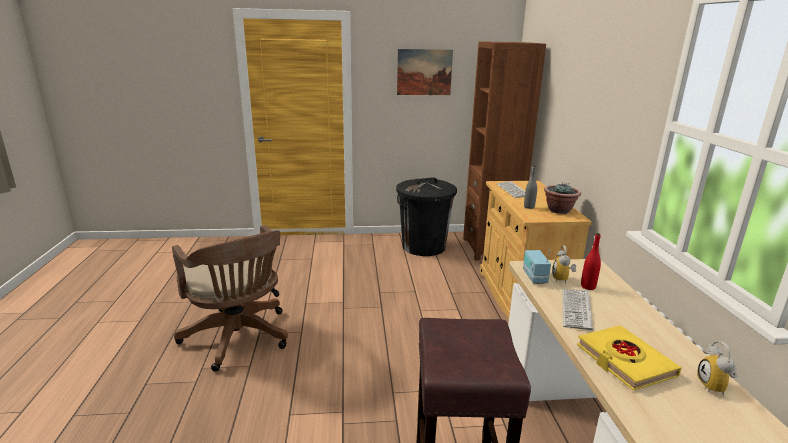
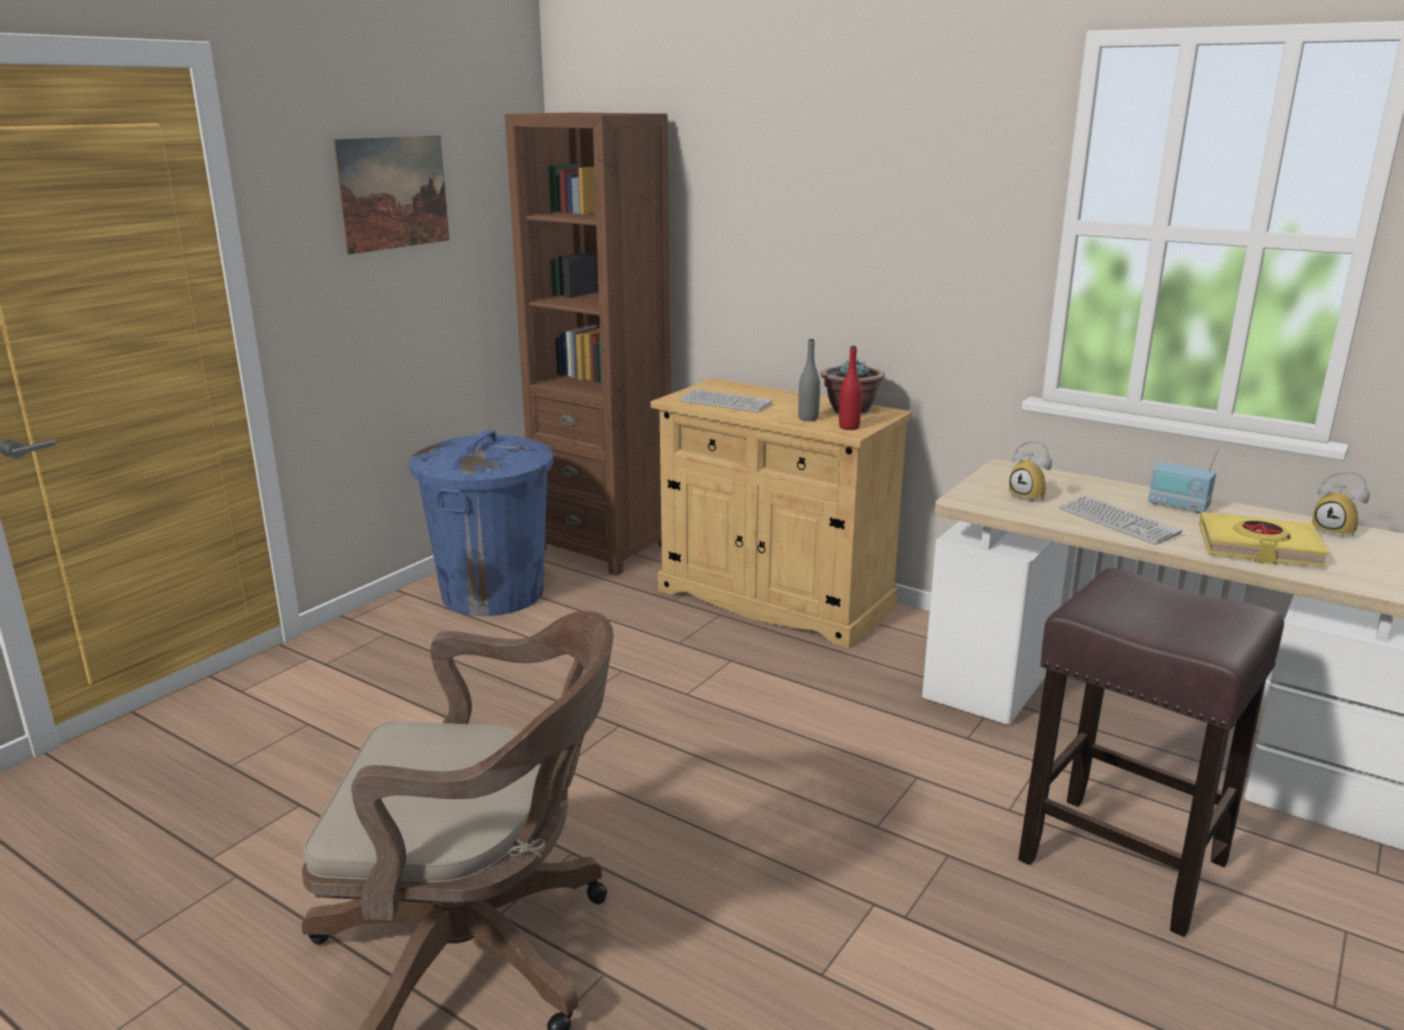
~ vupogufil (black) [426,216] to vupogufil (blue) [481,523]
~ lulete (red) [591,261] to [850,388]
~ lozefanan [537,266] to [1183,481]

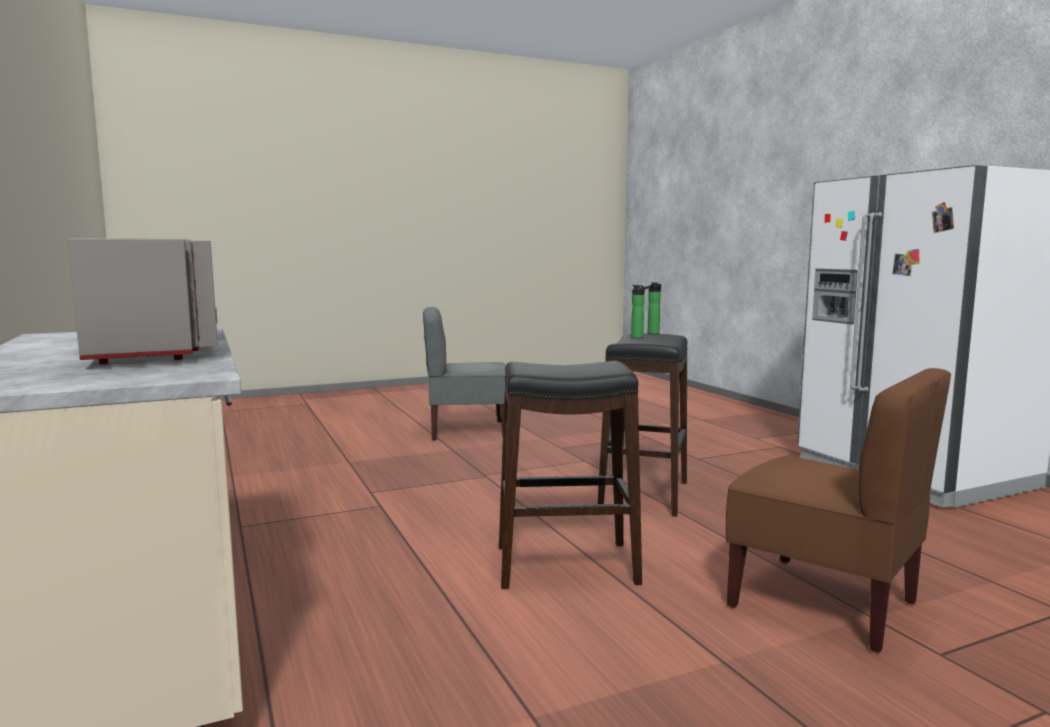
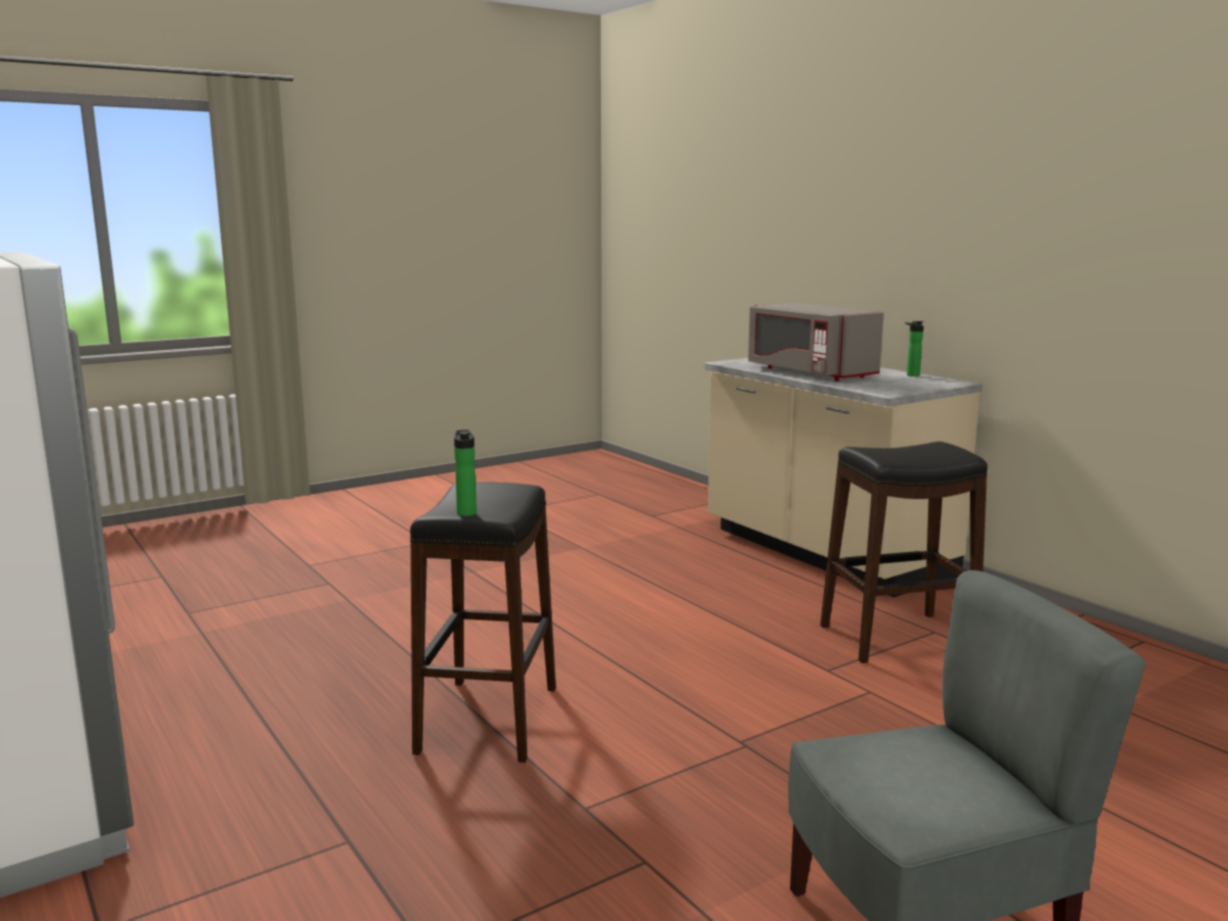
~ lulete [640,311] to [914,349]
~ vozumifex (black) [570,475] to [904,552]
- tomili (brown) [838,510]

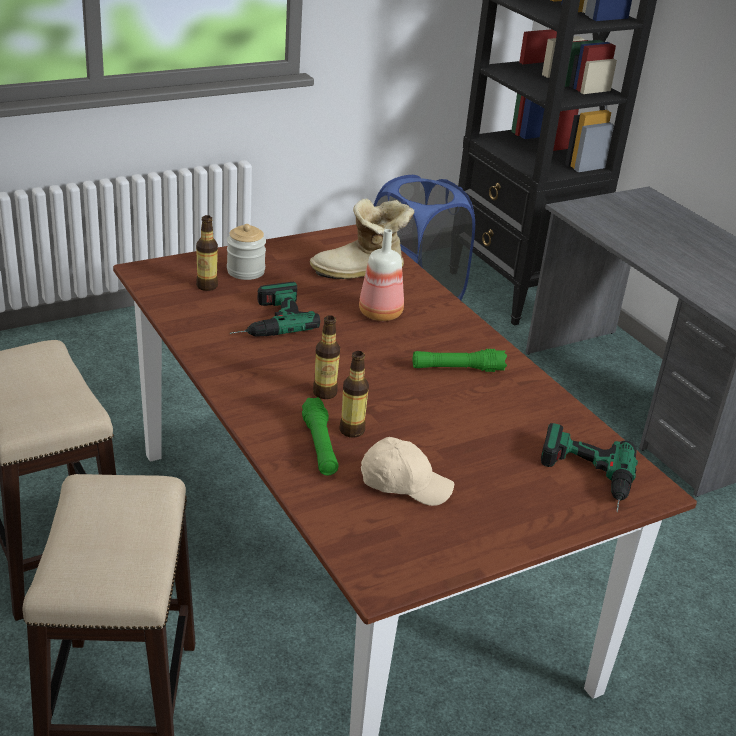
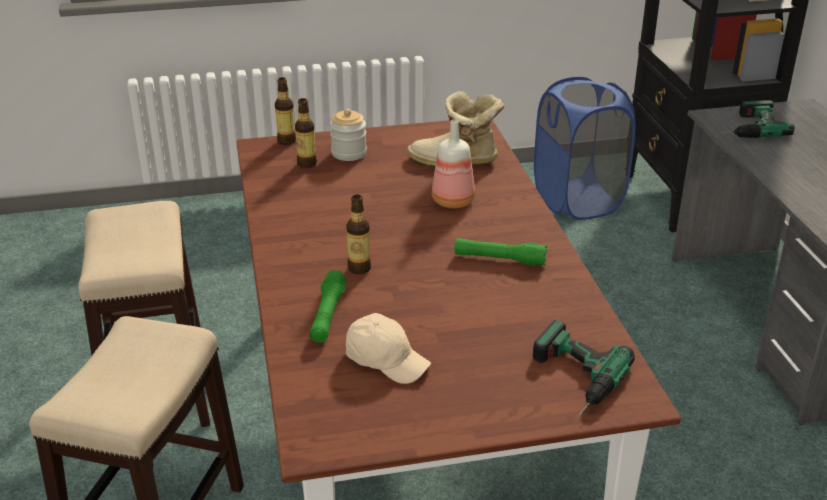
~ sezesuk [275,309] to [757,119]
~ lulete [354,394] to [285,111]

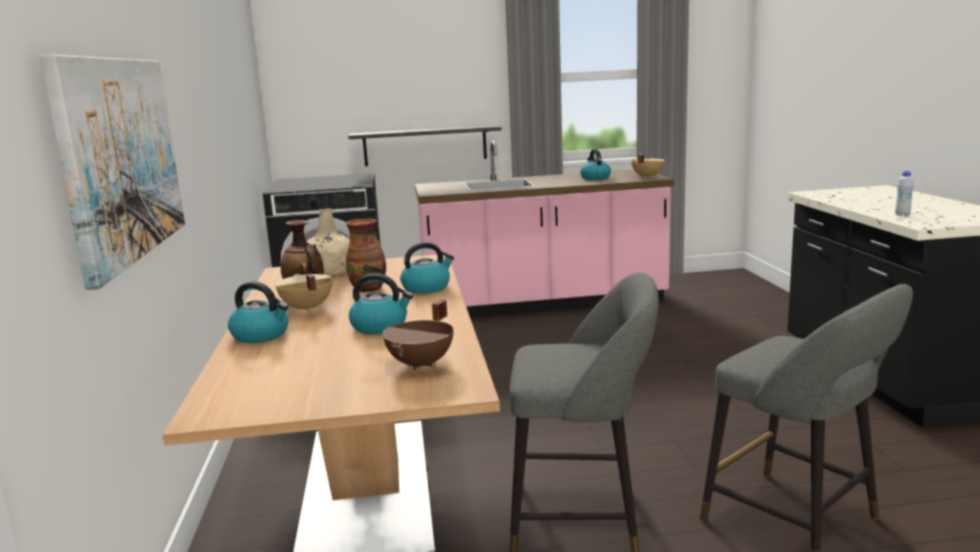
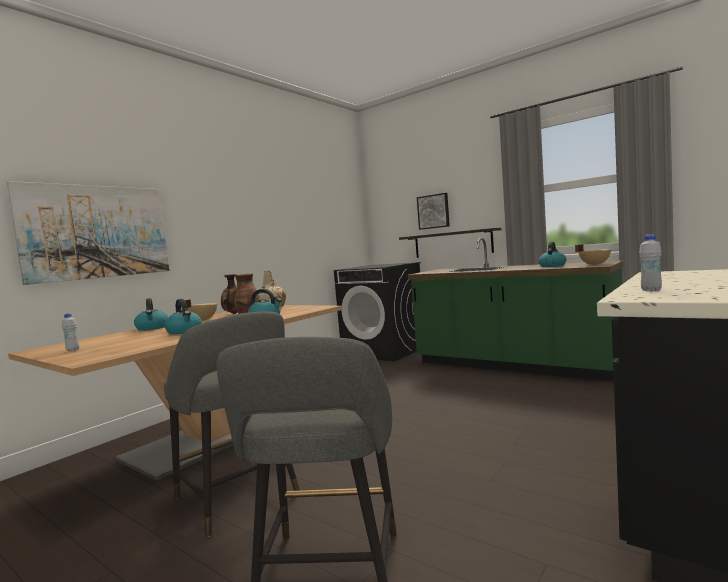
~ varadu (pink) [544,228] to varadu (green) [515,309]
- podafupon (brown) [418,335]
+ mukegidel [433,211]
+ lulete (white) [70,332]

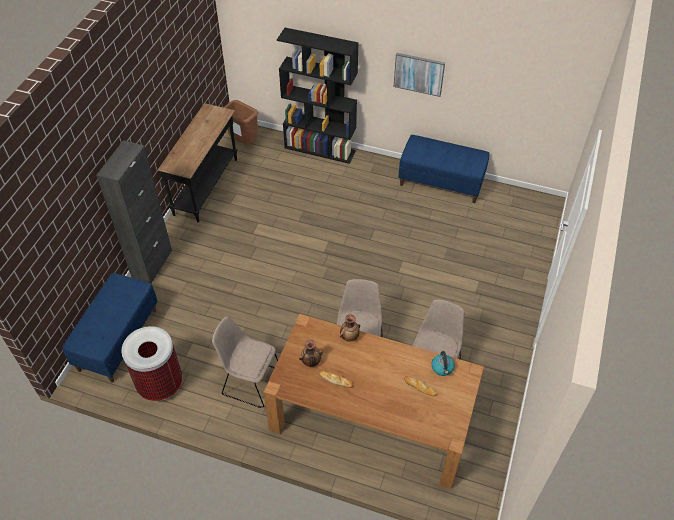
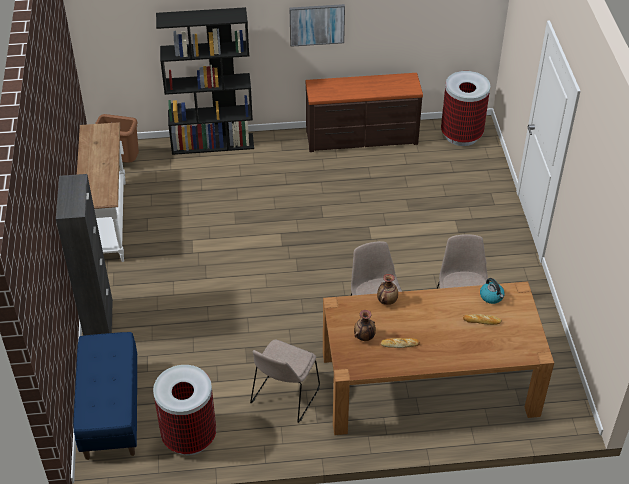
~ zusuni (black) [197,162] to zusuni (white) [101,192]
~ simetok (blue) [444,169] to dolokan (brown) [364,112]
~ tomili (beige) [245,362] = [285,381] 60 degrees counterclockwise
+ vupogufil [465,108]

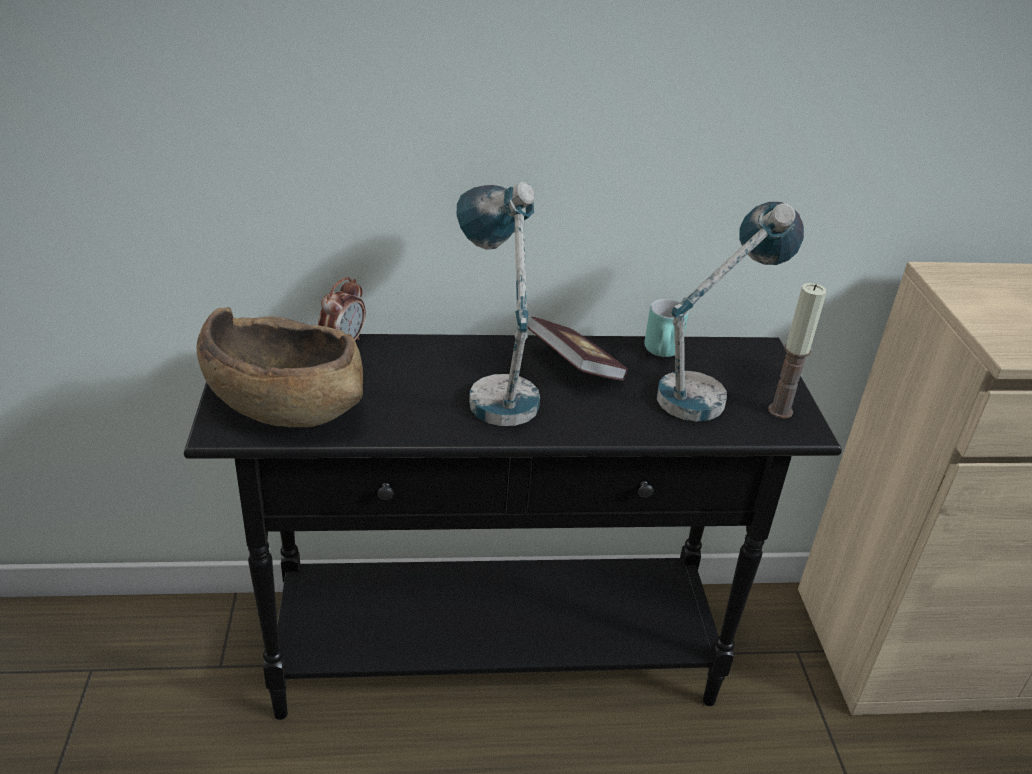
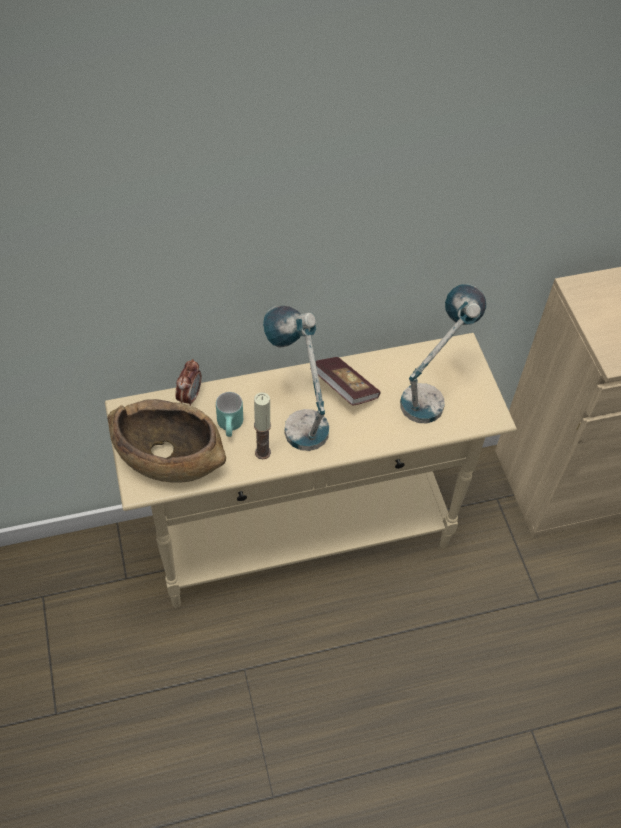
~ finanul [797,351] to [262,425]
~ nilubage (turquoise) [666,328] to [229,414]
~ zusuni (black) [513,527] to zusuni (beige) [311,470]

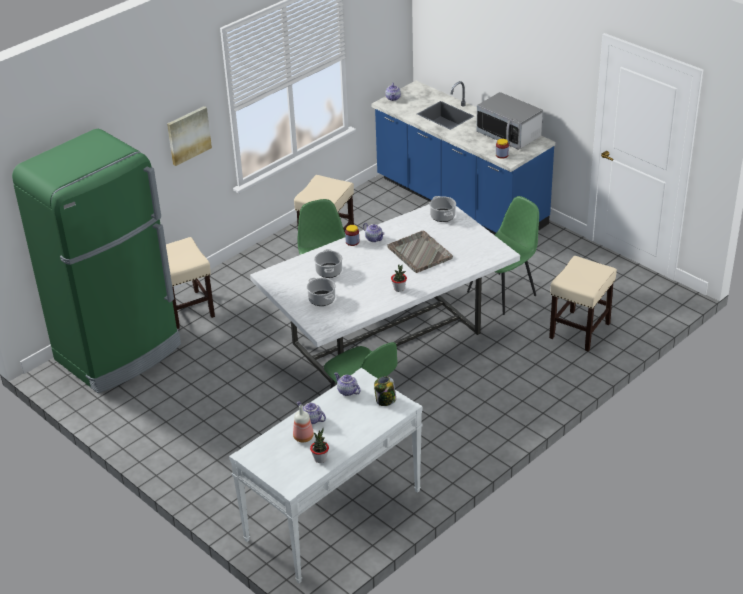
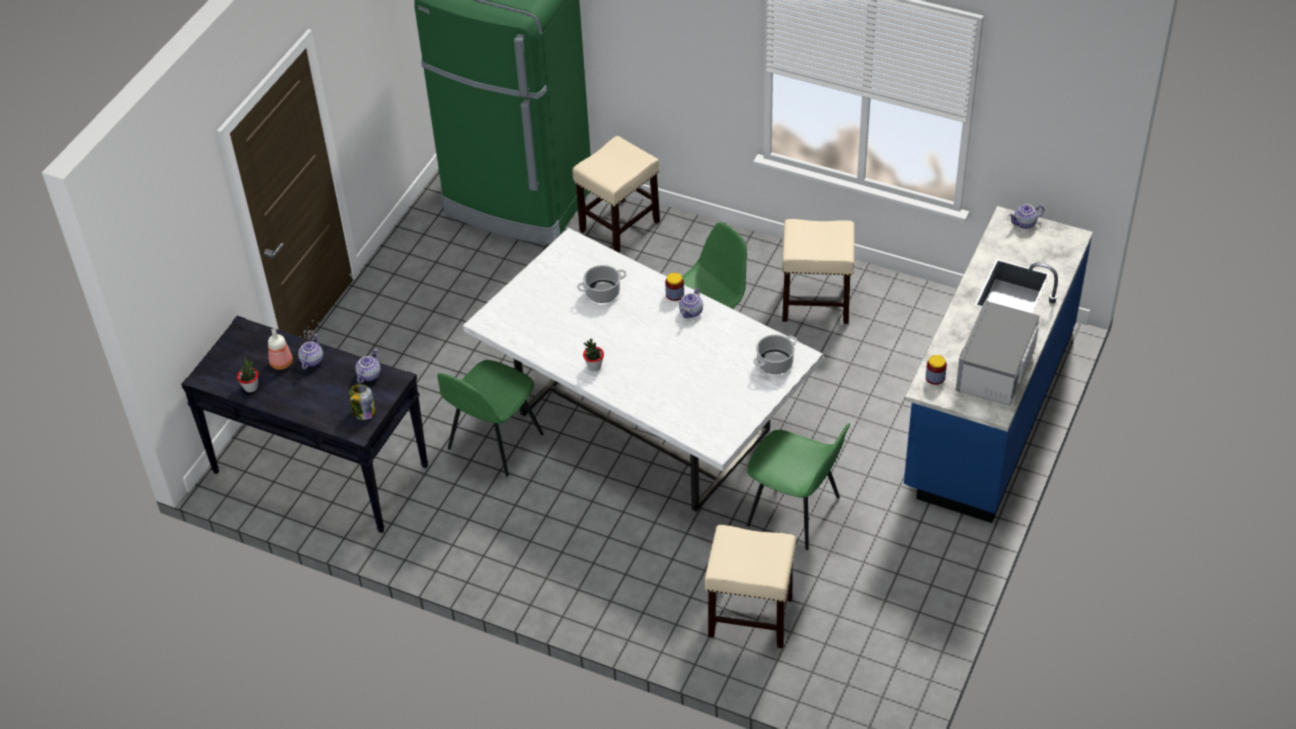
- mukegidel [189,136]
- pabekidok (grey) [420,251]
- podafupon [321,292]
~ zusuni (white) [326,475] to zusuni (black) [304,424]

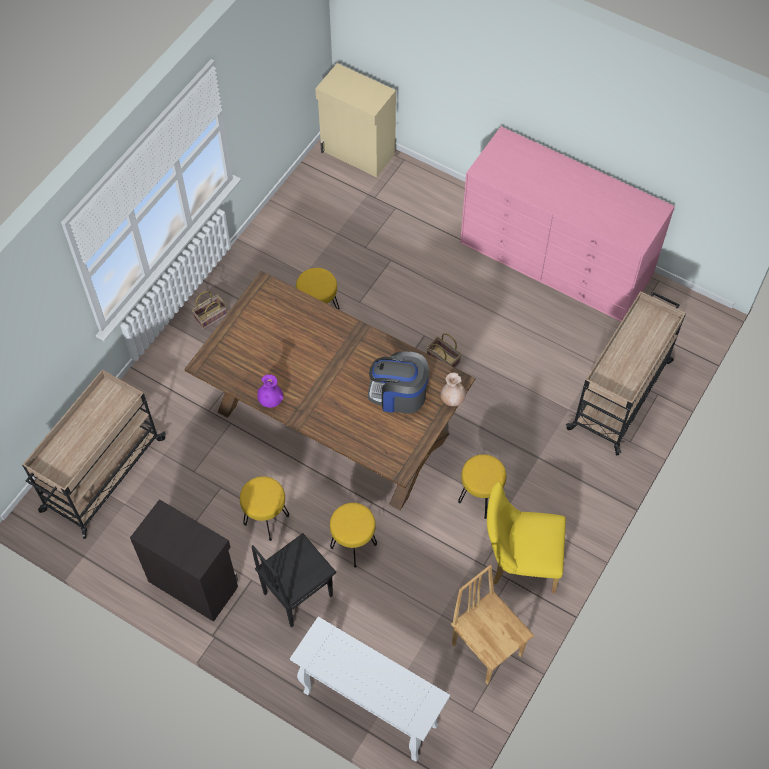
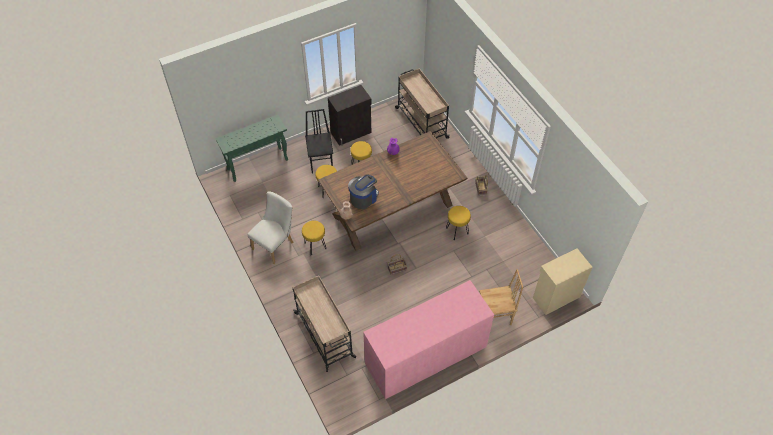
~ tomili (yellow) [526,537] to tomili (white) [270,228]
~ tomili (brown) [492,625] to [501,297]
~ zusuni (white) [370,689] to zusuni (green) [251,148]

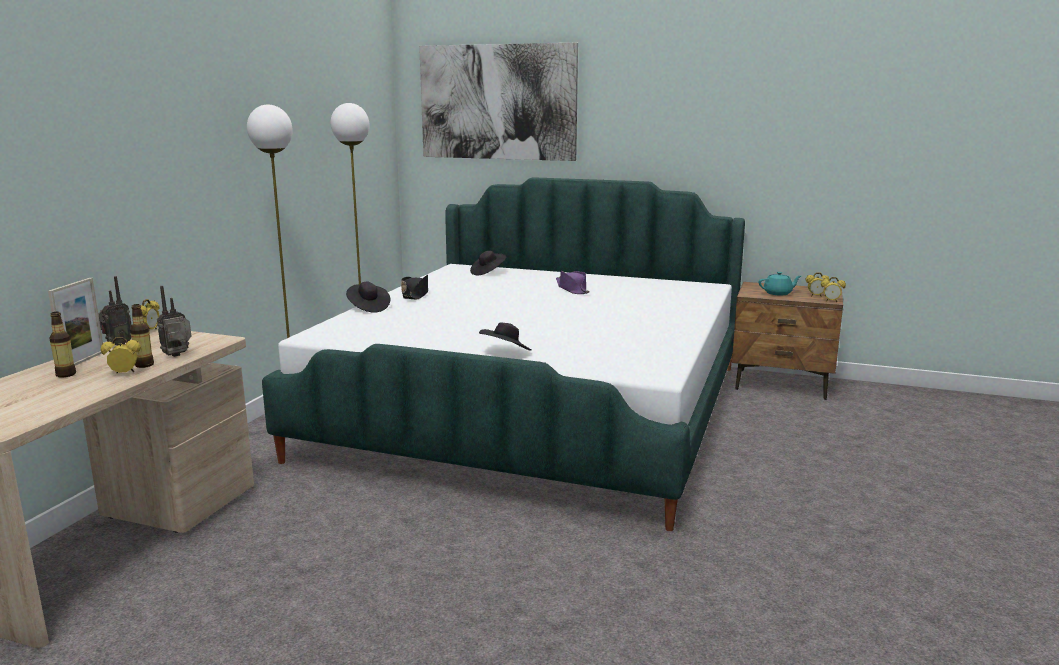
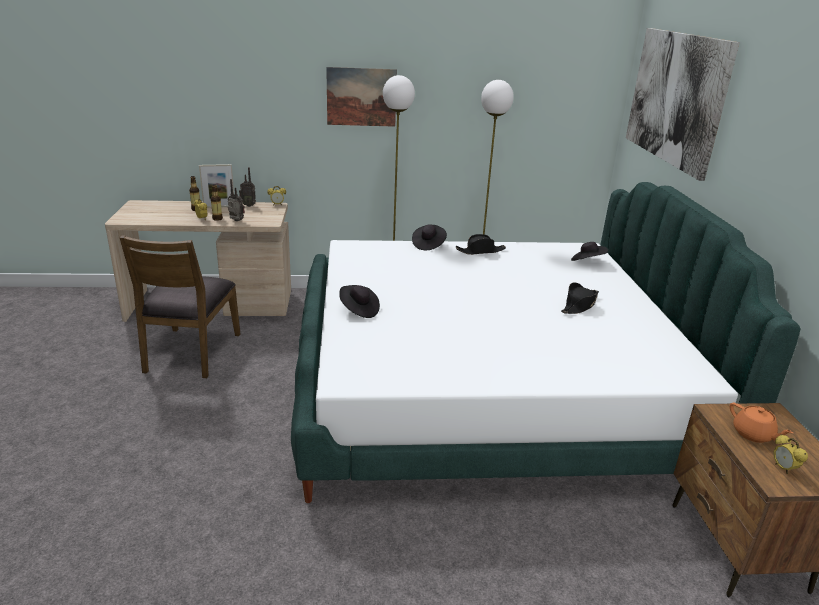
~ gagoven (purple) [573,282] to gagoven (black) [580,298]
~ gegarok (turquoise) [780,283] to gegarok (orange) [761,422]
- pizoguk [833,289]
+ mukegidel [361,97]
+ tomili (brown) [180,306]

